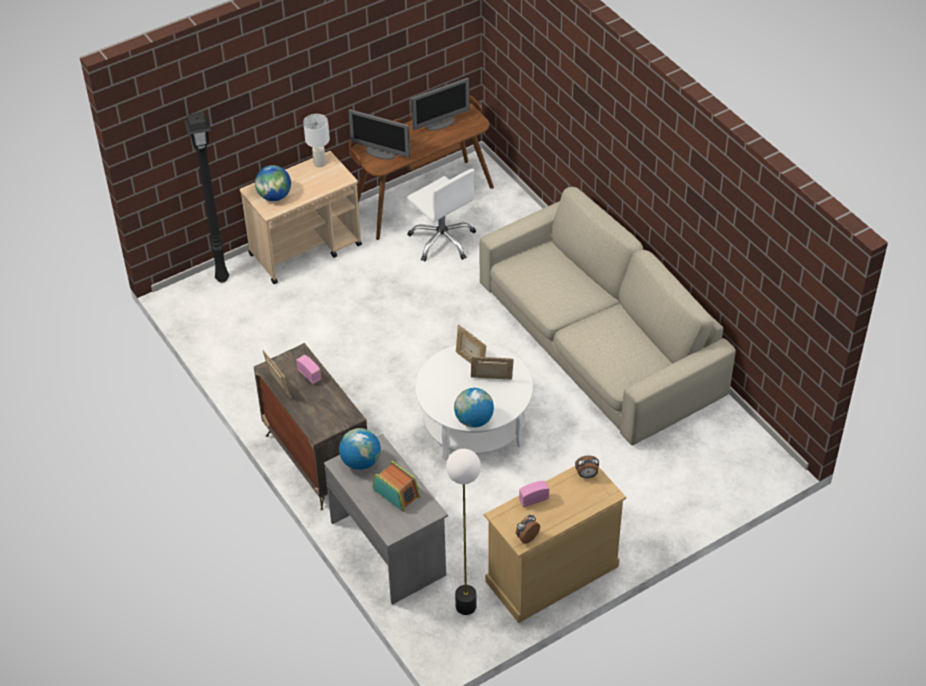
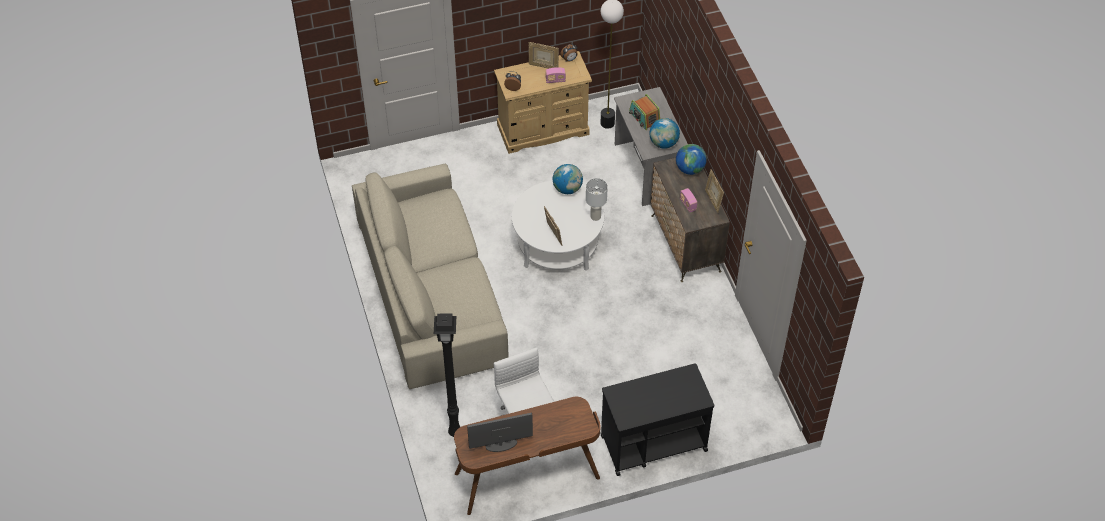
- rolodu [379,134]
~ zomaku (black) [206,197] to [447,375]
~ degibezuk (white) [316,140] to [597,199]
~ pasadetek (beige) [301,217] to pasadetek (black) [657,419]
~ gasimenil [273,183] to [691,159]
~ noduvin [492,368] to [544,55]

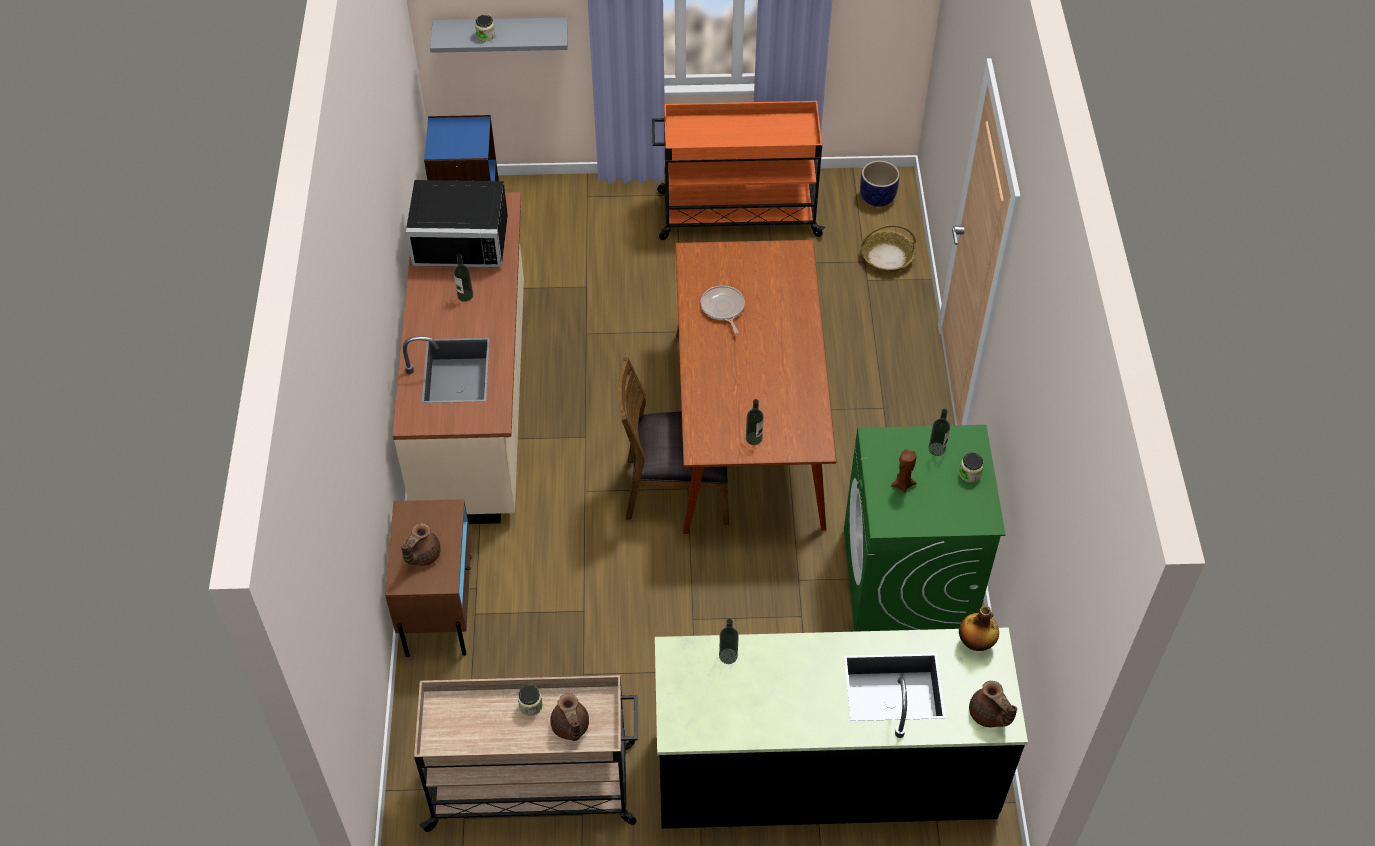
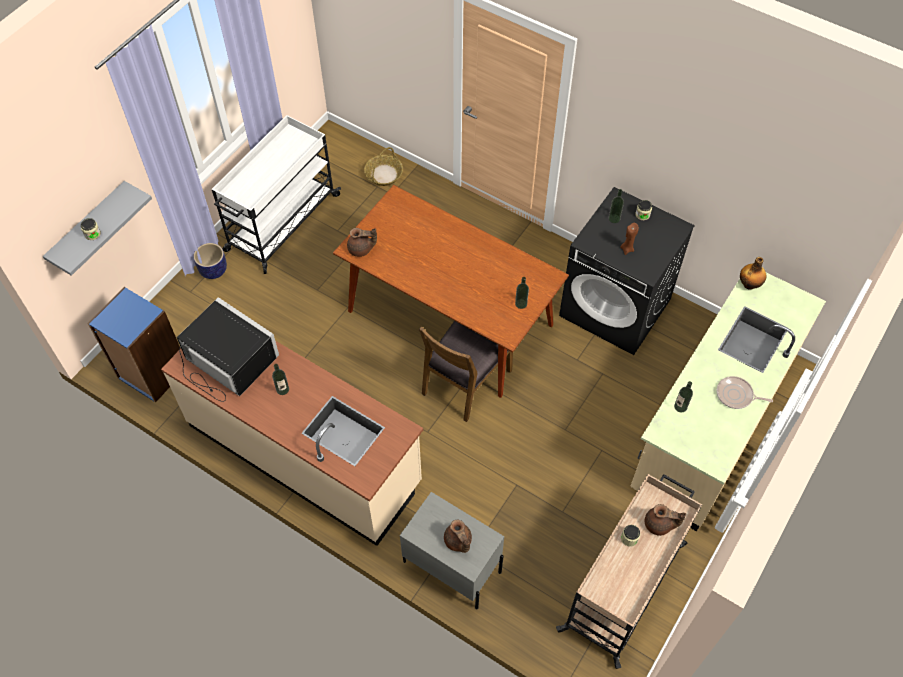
~ pasadetek (orange) [738,170] to pasadetek (white) [276,194]
~ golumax [880,183] to [210,261]
~ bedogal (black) [457,223] = [228,349] 90 degrees counterclockwise
~ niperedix [723,310] to [745,392]
~ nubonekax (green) [925,528] to nubonekax (black) [627,271]
~ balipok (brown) [428,578] to balipok (grey) [452,551]
~ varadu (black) [841,728] to varadu (beige) [728,402]
~ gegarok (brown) [993,704] to [362,242]

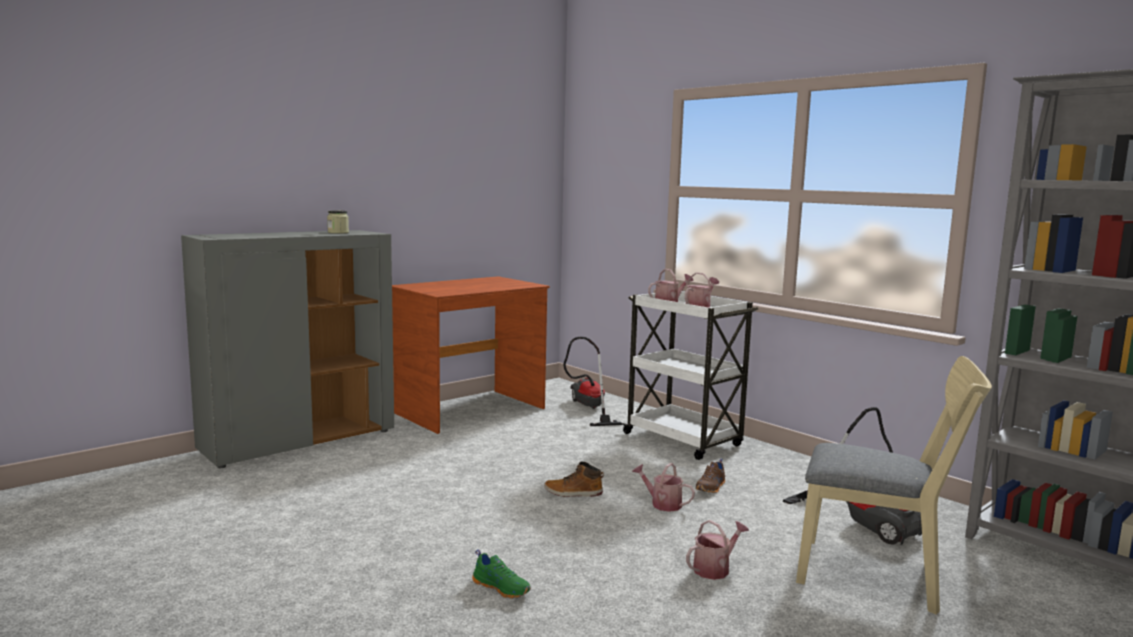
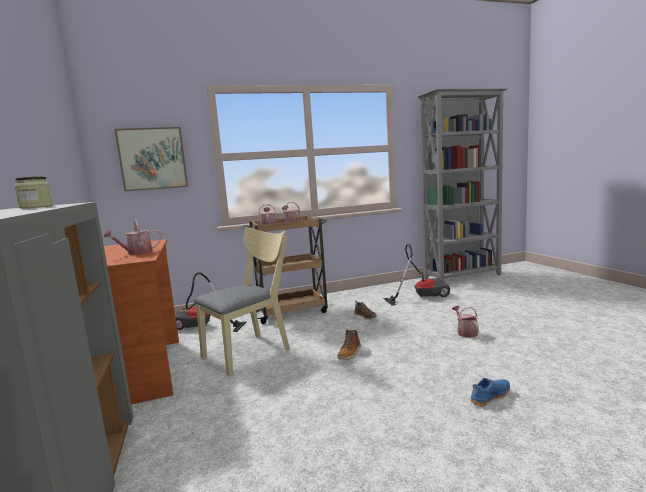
~ pasadetek (white) [689,375] to pasadetek (brown) [286,269]
~ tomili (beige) [894,485] to [242,301]
~ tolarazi [663,487] to [132,237]
~ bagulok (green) [501,574] to bagulok (blue) [490,392]
+ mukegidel [151,159]

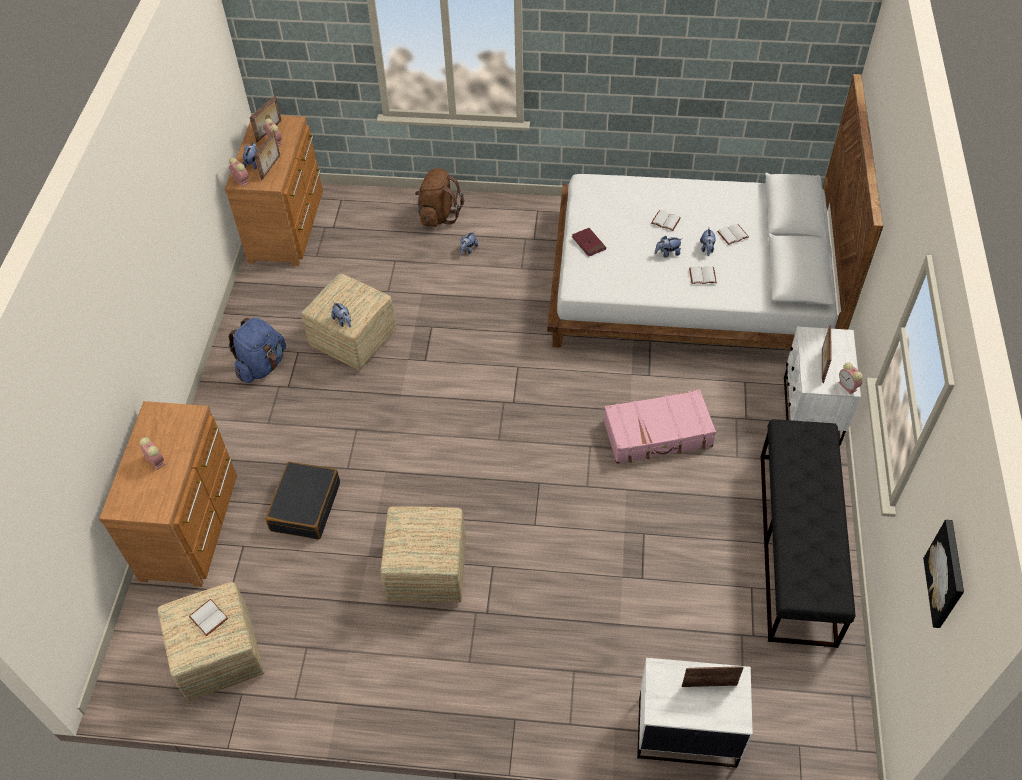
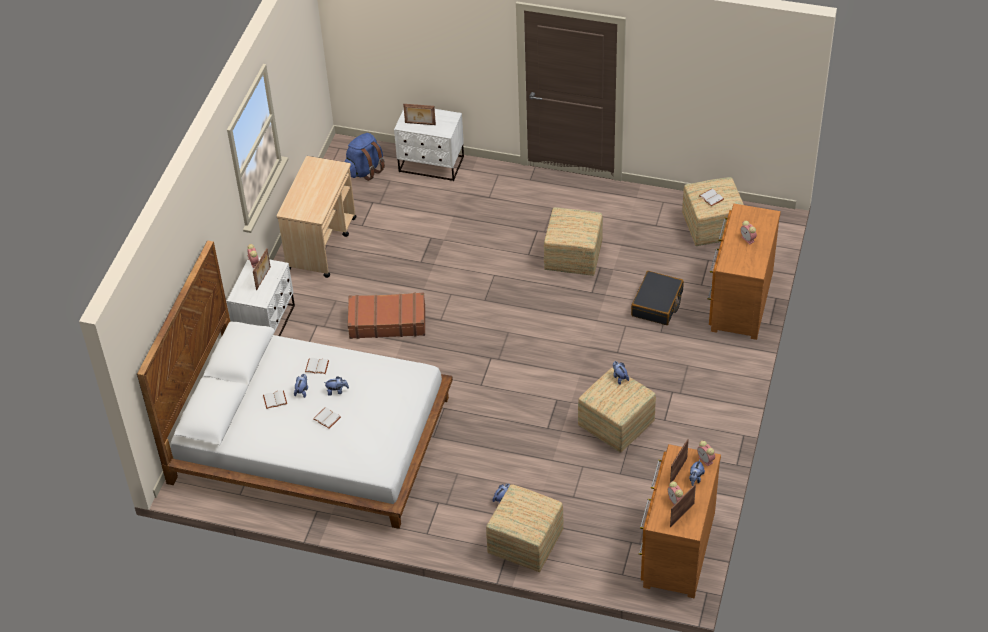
~ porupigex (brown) [439,197] to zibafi [525,528]
- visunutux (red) [589,242]
~ porupigex (blue) [257,350] to [364,157]
~ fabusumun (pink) [659,426] to fabusumun (brown) [386,315]
~ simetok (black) [808,533] to pasadetek (beige) [316,217]
- mukegidel [943,574]

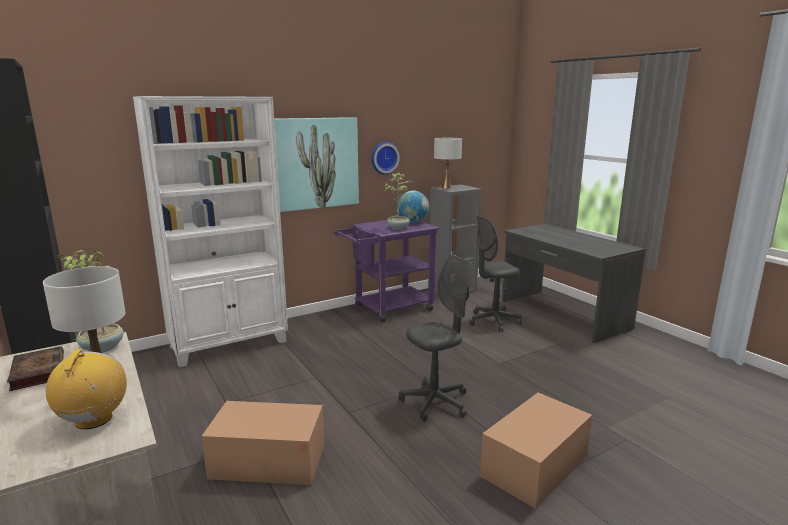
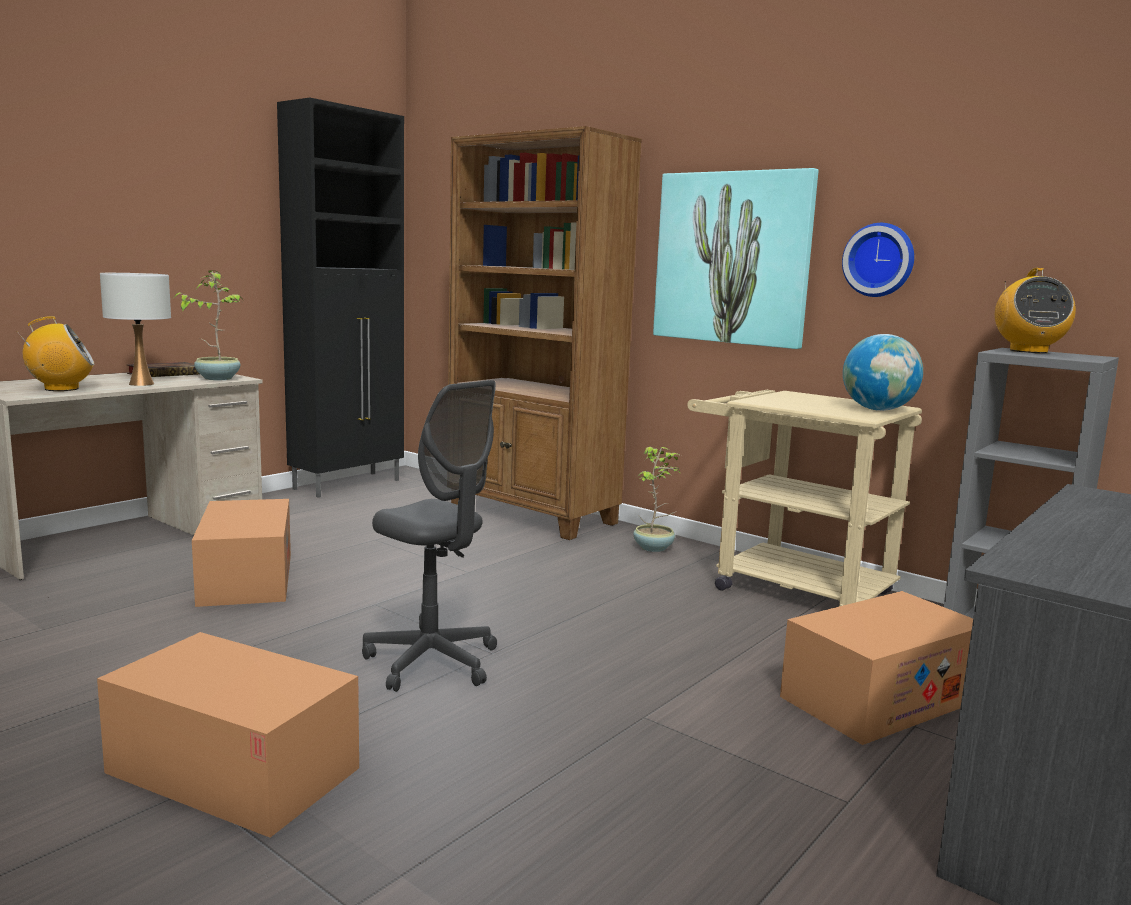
~ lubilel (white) [210,232] to lubilel (brown) [545,333]
~ degibezuk (white) [448,163] to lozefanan [1035,310]
~ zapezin [398,201] to [657,499]
~ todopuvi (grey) [495,274] to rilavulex [876,668]
~ pasadetek (purple) [386,271] to pasadetek (beige) [804,498]

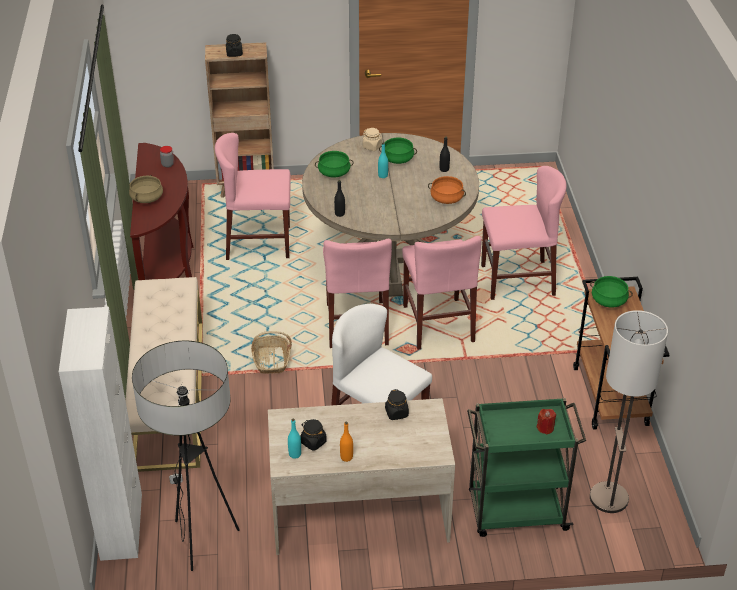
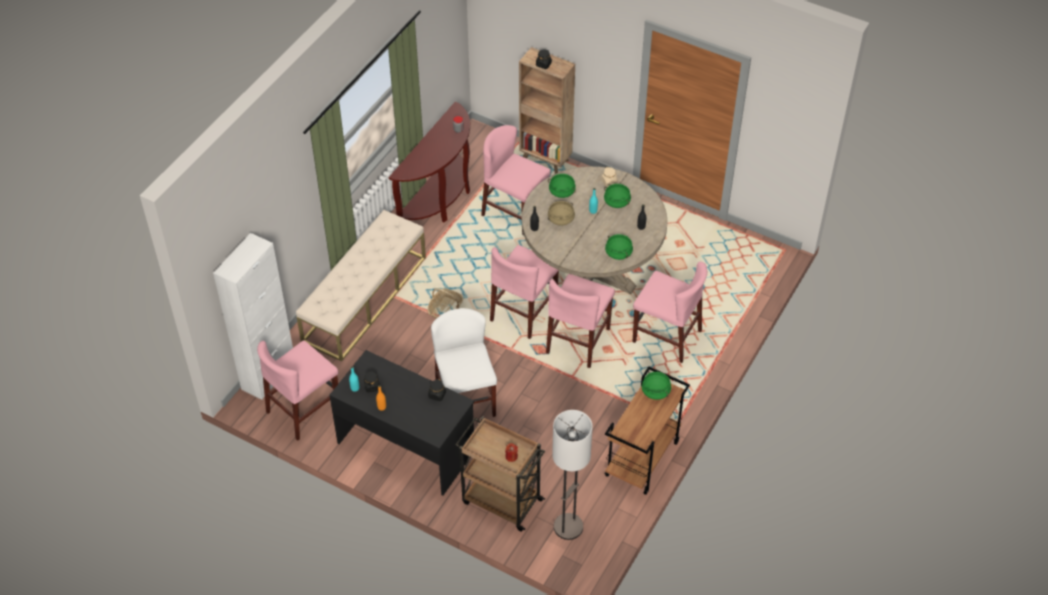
~ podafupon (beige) [146,189] to [561,213]
~ podafupon (orange) [447,190] to podafupon (green) [619,247]
~ zomaku [185,456] to tomili (pink) [297,390]
~ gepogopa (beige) [361,476] to gepogopa (black) [402,423]
~ pasadetek (green) [526,467] to pasadetek (brown) [500,474]

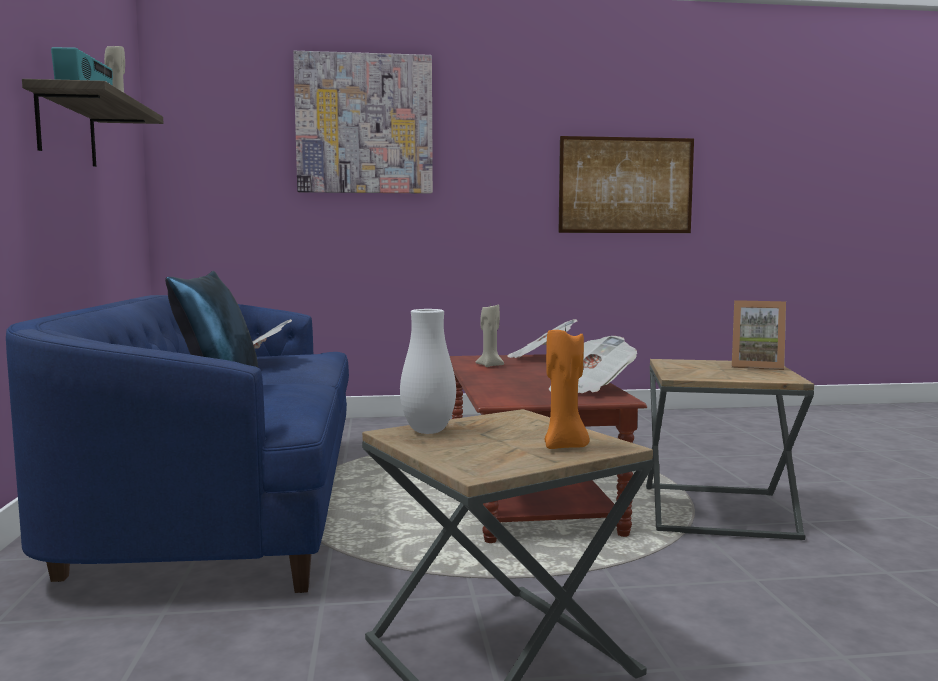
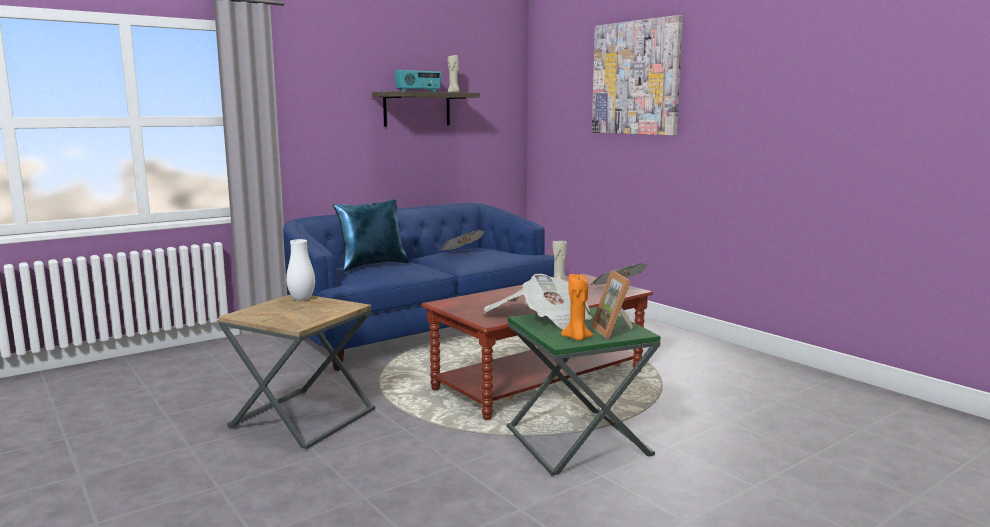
- mukegidel [626,184]
~ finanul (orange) [567,387] to [577,307]
~ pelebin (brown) [730,449] to pelebin (green) [583,391]
+ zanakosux [557,302]

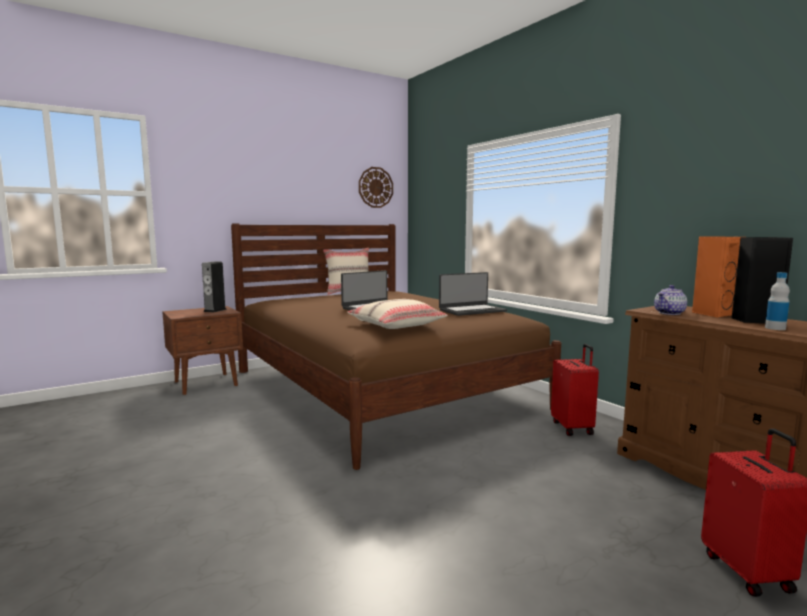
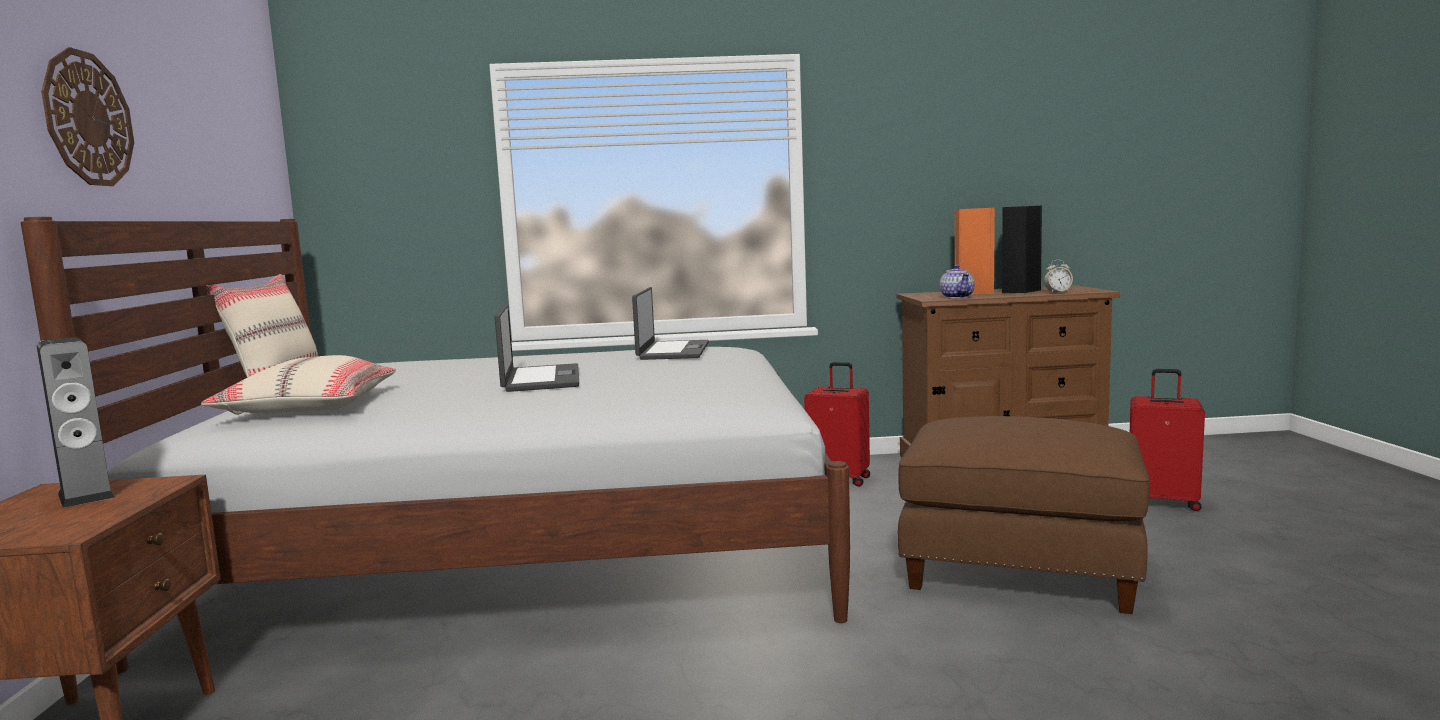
~ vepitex [376,187] to [87,116]
~ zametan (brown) [396,346] to zametan (white) [435,446]
~ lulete [777,301] to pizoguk [1058,276]
~ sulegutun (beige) [397,314] to [298,385]
+ zibafi (brown) [1023,515]

